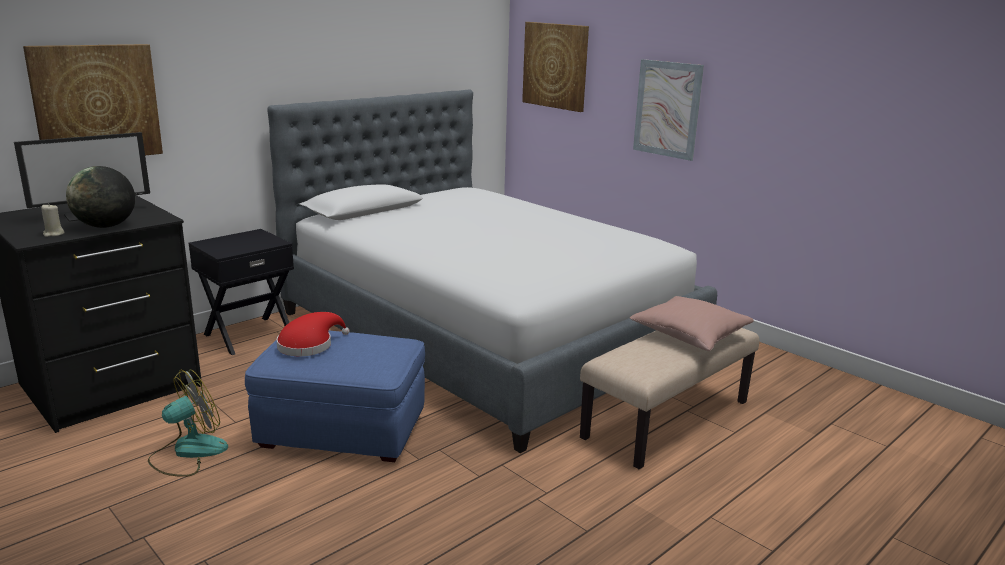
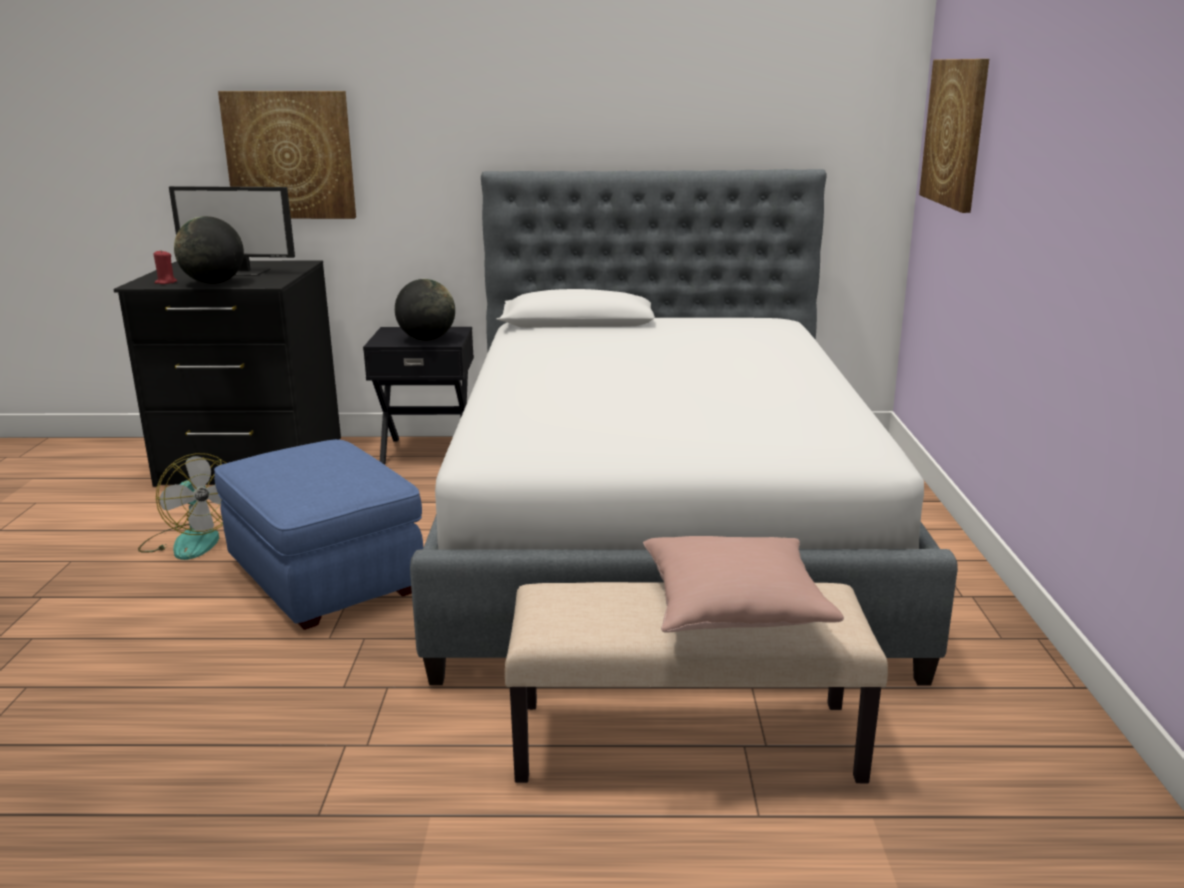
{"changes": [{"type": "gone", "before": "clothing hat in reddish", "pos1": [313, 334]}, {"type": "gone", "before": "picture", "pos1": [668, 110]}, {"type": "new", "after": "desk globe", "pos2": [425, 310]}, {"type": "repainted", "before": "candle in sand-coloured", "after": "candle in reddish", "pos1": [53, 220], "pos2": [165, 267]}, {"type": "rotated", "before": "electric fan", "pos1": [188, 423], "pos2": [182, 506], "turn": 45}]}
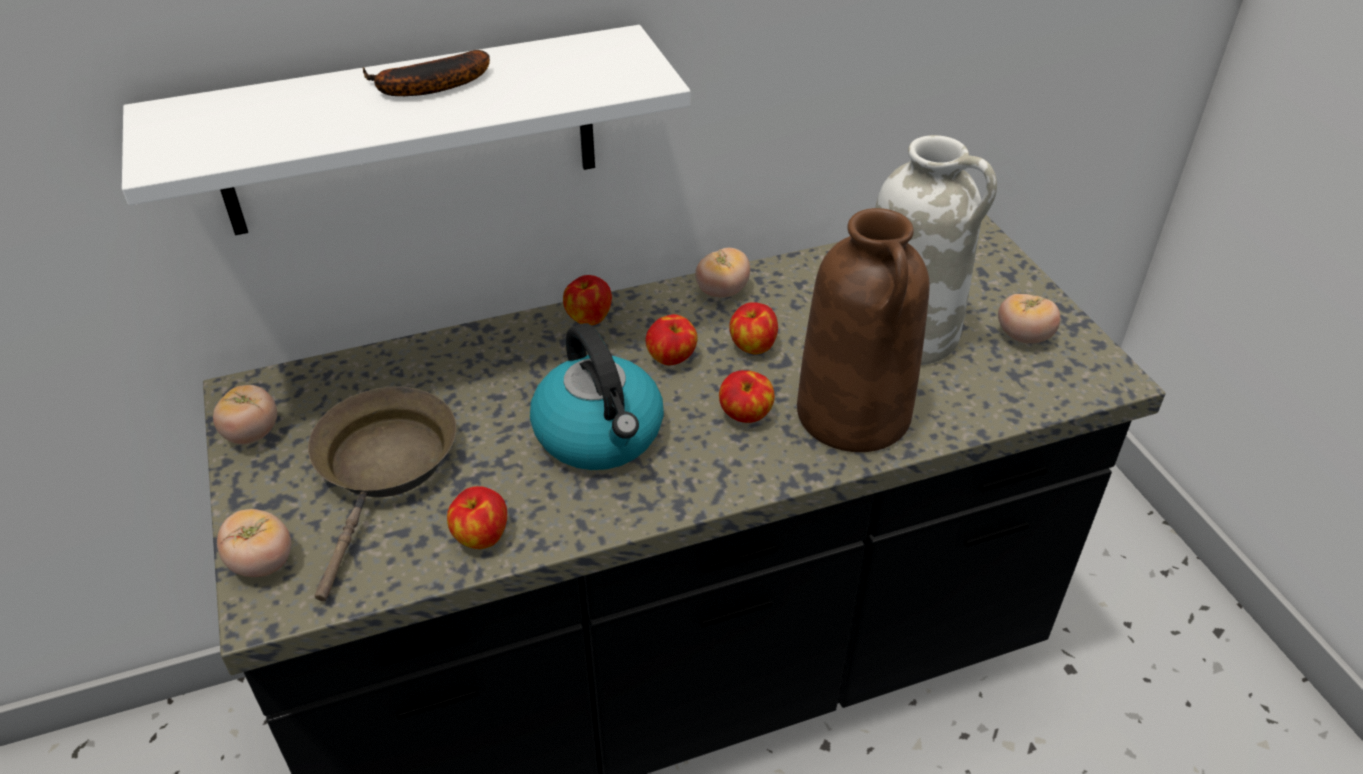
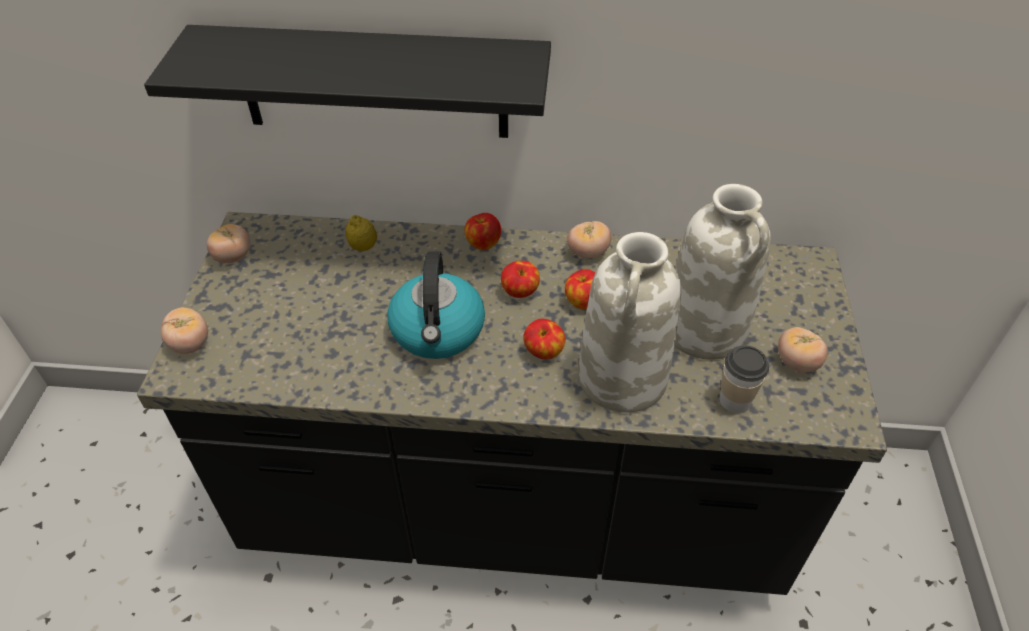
{"changes": [{"type": "gone", "before": "pan in brown", "pos1": [382, 494]}, {"type": "gone", "before": "banana fruit", "pos1": [426, 73]}, {"type": "gone", "before": "apple fruit", "pos1": [477, 517]}, {"type": "new", "after": "lemon", "pos2": [361, 233]}, {"type": "new", "after": "small cup", "pos2": [744, 379]}, {"type": "repainted", "before": "shelf in white", "after": "shelf in black", "pos1": [406, 130], "pos2": [347, 81]}, {"type": "repainted", "before": "decorative vase in brown", "after": "decorative vase in white", "pos1": [863, 330], "pos2": [629, 322]}]}
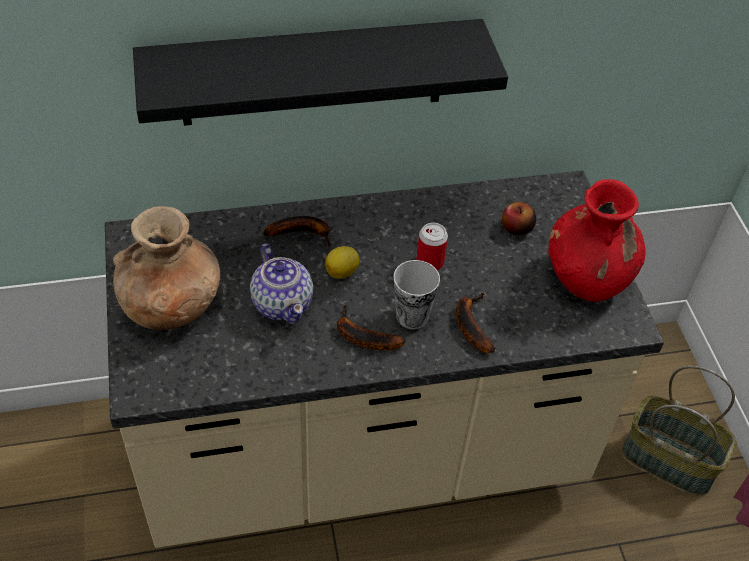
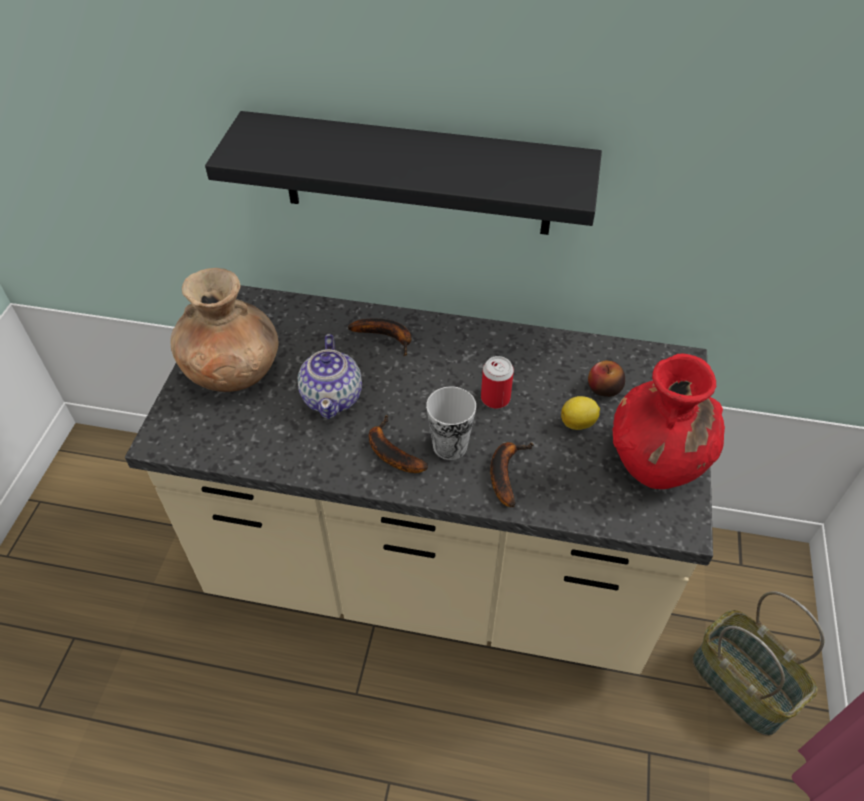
{"changes": [{"type": "shifted", "before": "lemon", "pos1": [342, 262], "pos2": [580, 413]}]}
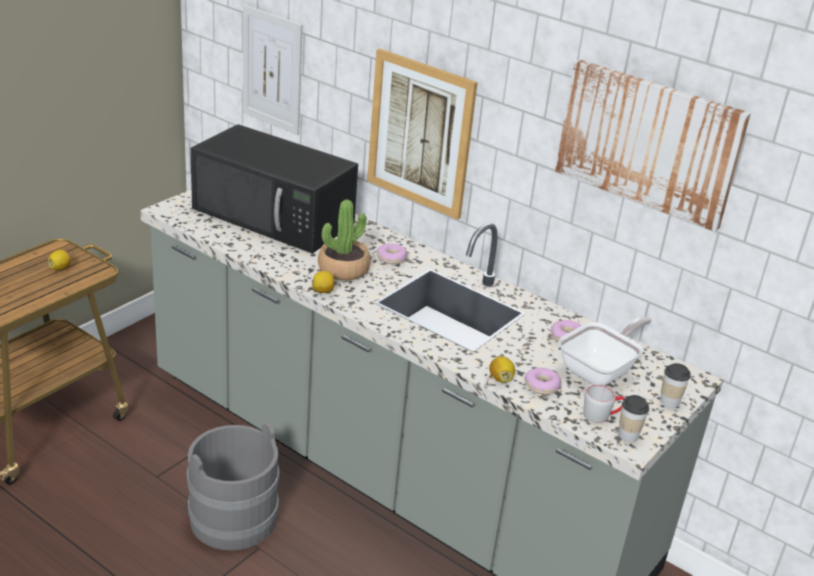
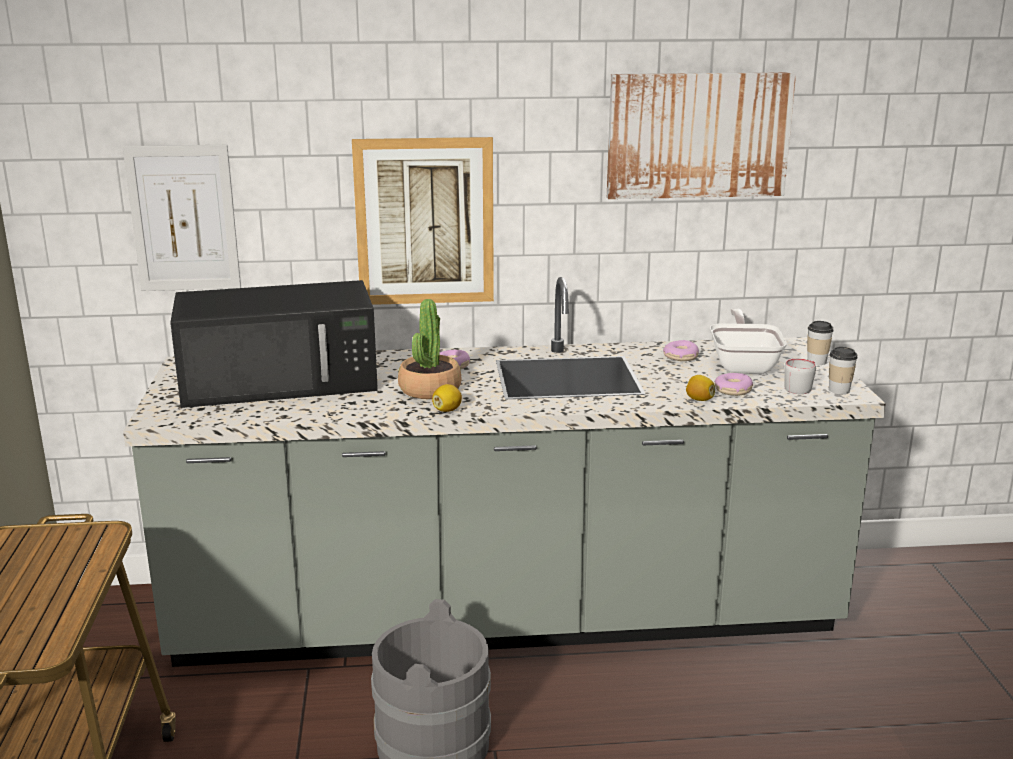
{"changes": [{"type": "gone", "before": "lemon", "pos1": [59, 260]}]}
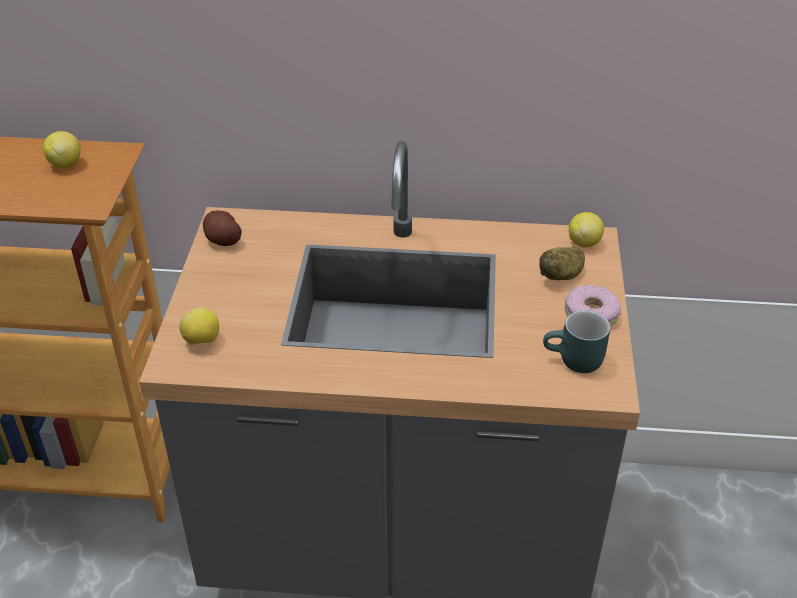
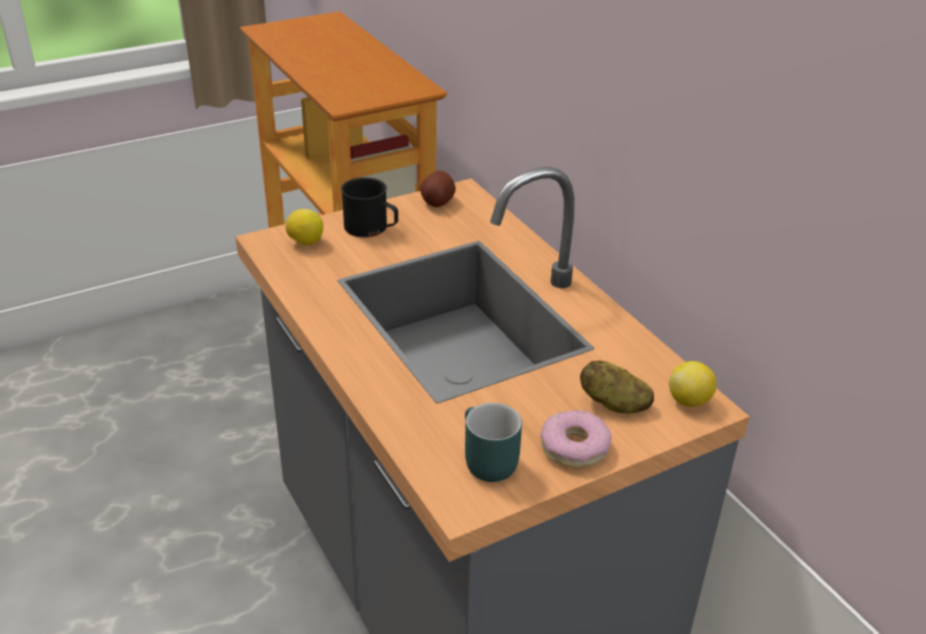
{"changes": [{"type": "gone", "before": "lemon", "pos1": [62, 149]}, {"type": "new", "after": "coffee mug in black", "pos2": [369, 207]}]}
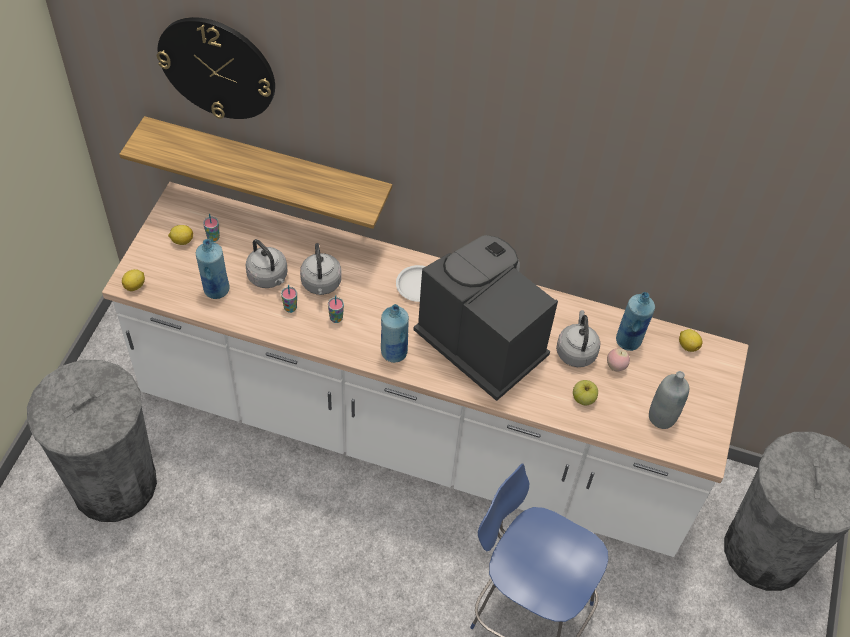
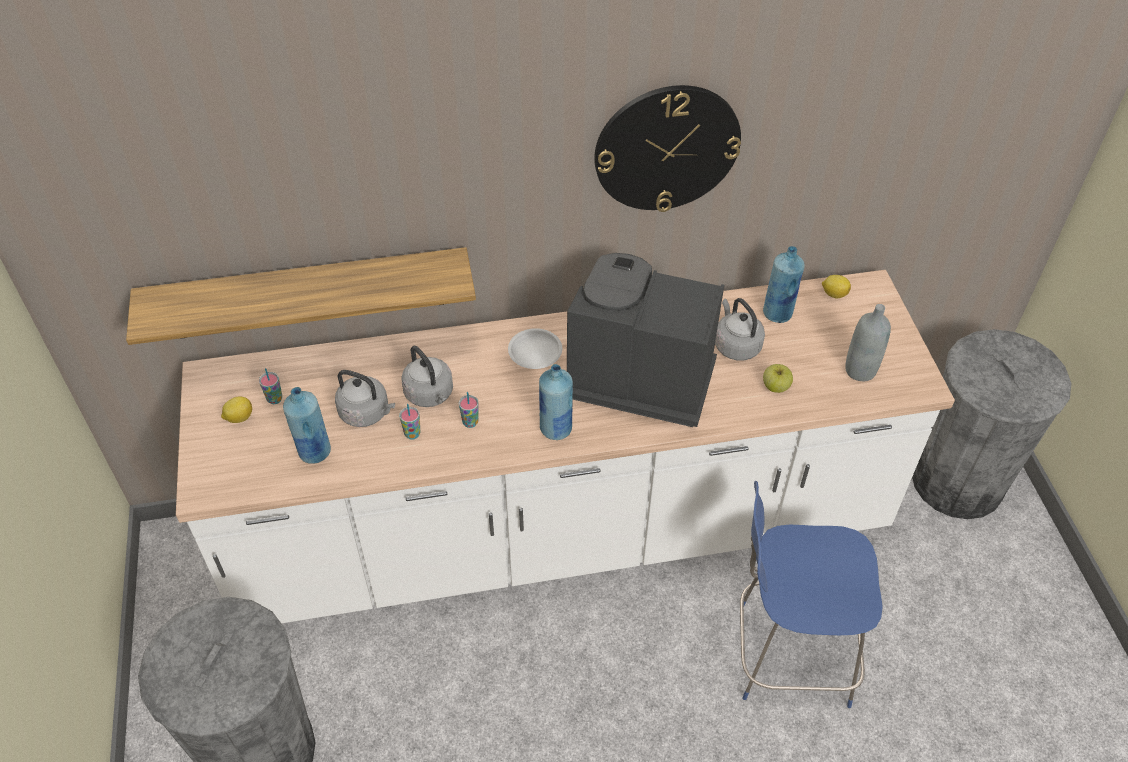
{"changes": [{"type": "gone", "before": "lemon", "pos1": [133, 280]}, {"type": "gone", "before": "apple fruit", "pos1": [618, 359]}, {"type": "shifted", "before": "clock on the wall", "pos1": [216, 68], "pos2": [667, 148]}]}
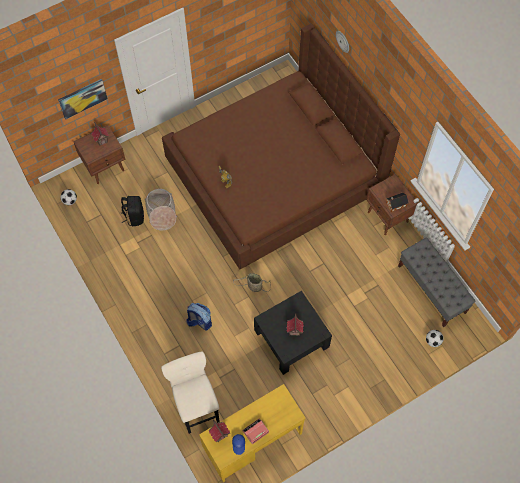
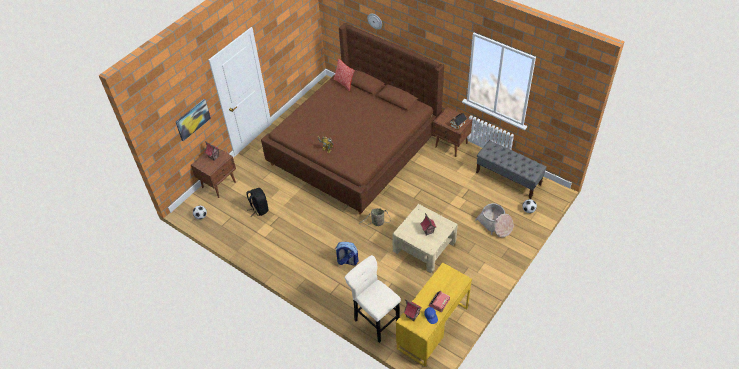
{"changes": [{"type": "new", "after": "cushion", "pos2": [344, 75]}, {"type": "shifted", "before": "household basket", "pos1": [161, 210], "pos2": [494, 220]}, {"type": "repainted", "before": "low table in black", "after": "low table in sand-coloured", "pos1": [293, 333], "pos2": [425, 238]}]}
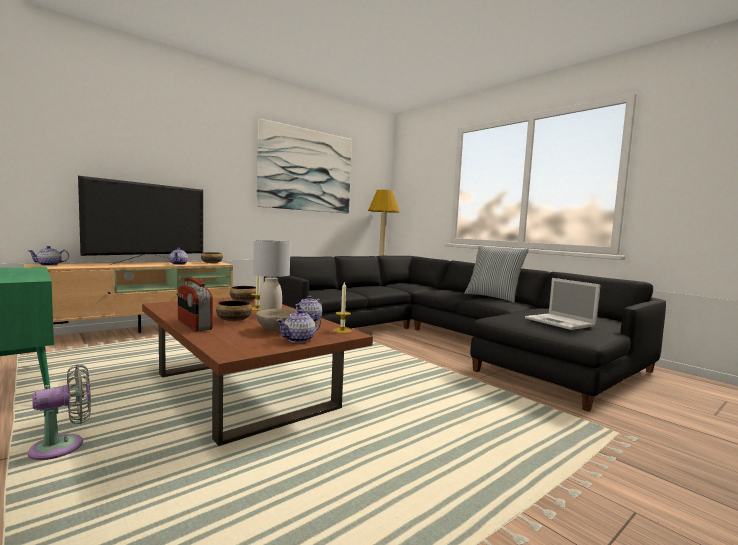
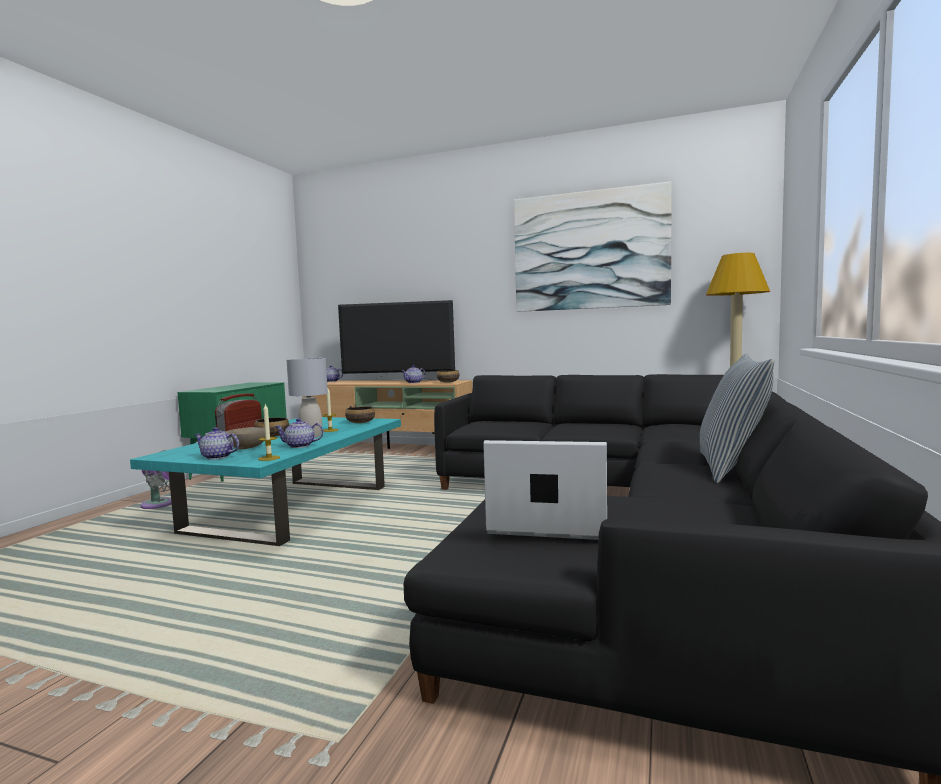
{"changes": [{"type": "repainted", "before": "low table in brown", "after": "low table in turquoise", "pos1": [257, 371], "pos2": [265, 481]}, {"type": "rotated", "before": "portable computer", "pos1": [563, 304], "pos2": [545, 490], "turn": 75}]}
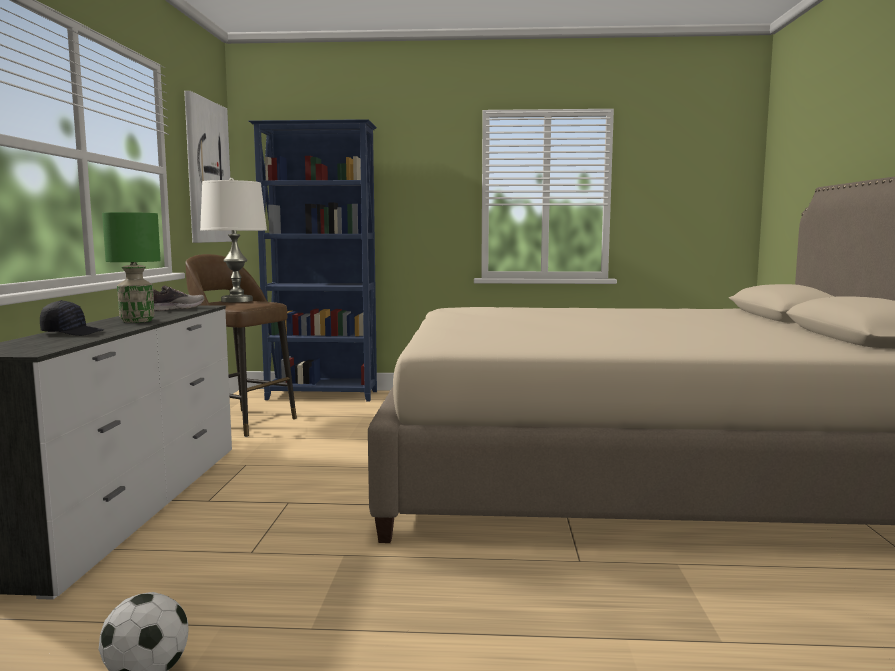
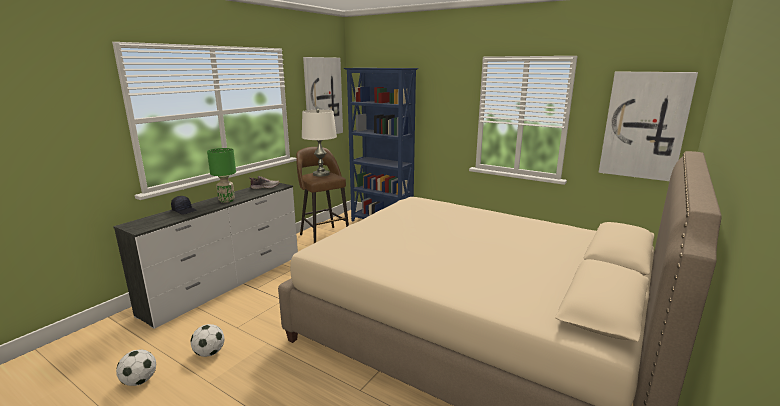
{"changes": [{"type": "new", "after": "football ball", "pos2": [207, 340]}, {"type": "new", "after": "picture", "pos2": [648, 126]}]}
